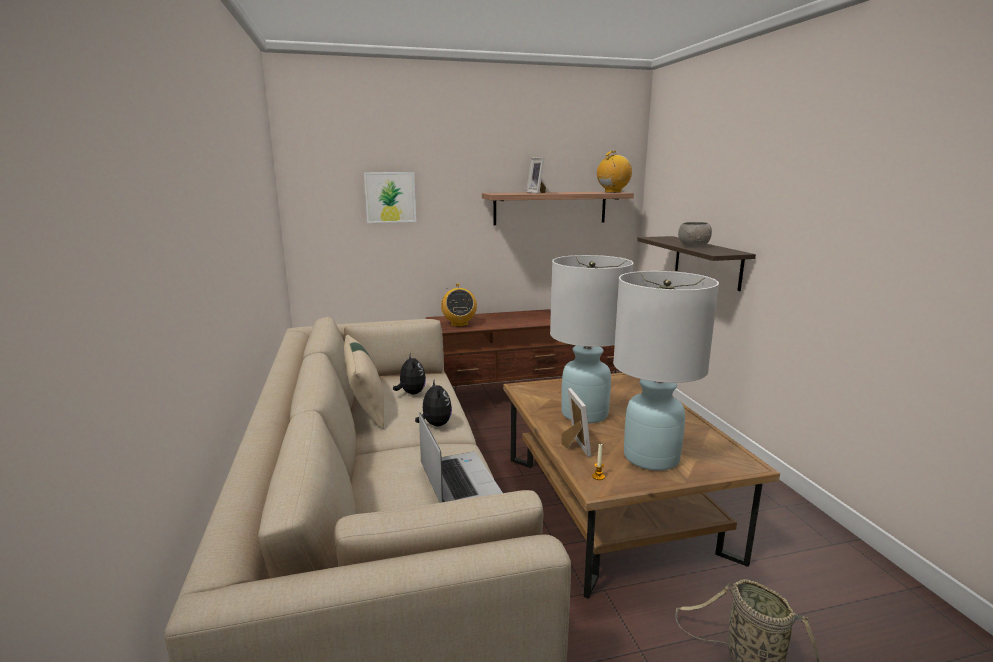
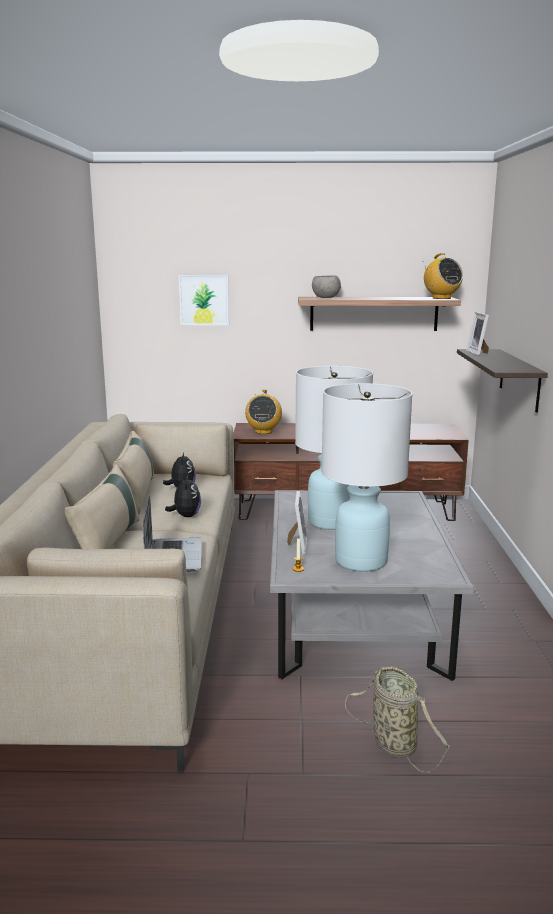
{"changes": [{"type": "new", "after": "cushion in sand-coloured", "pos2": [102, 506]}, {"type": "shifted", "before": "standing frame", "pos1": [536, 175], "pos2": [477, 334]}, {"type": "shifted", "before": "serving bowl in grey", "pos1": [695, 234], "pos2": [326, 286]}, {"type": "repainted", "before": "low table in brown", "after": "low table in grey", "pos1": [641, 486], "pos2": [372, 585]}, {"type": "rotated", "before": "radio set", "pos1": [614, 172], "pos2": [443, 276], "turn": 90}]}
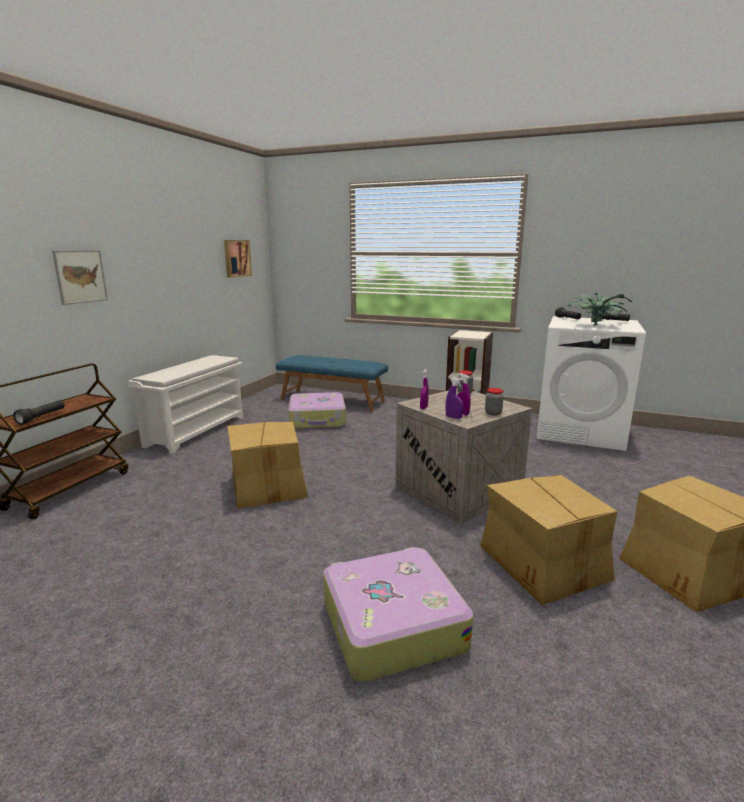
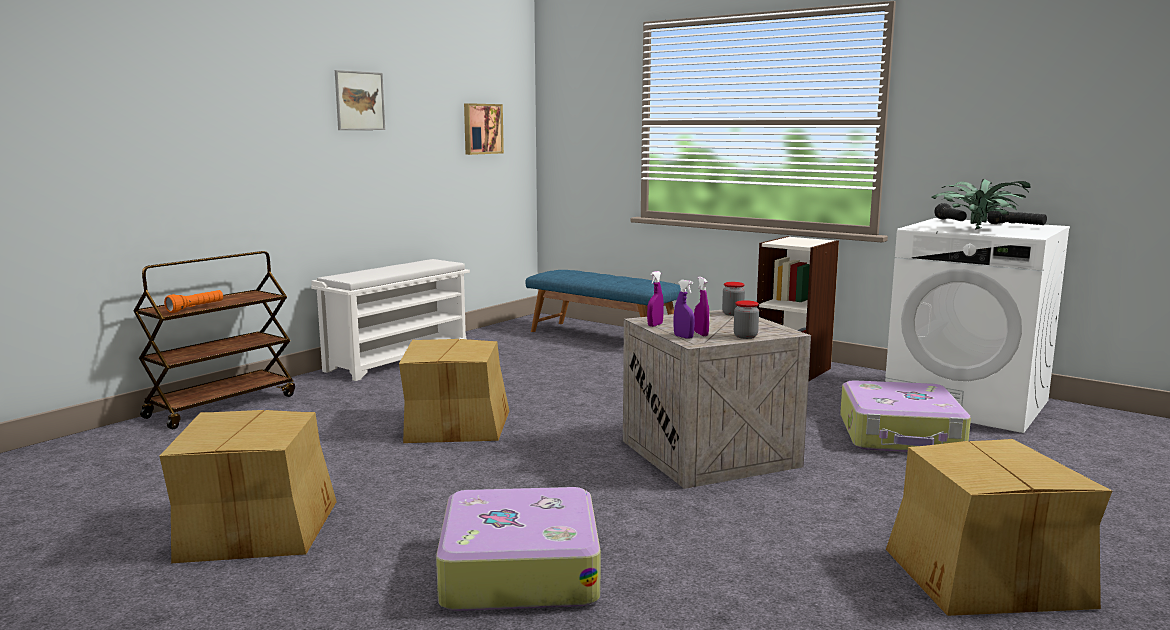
{"changes": [{"type": "shifted", "before": "picture", "pos1": [80, 277], "pos2": [360, 100]}, {"type": "shifted", "before": "suitcase", "pos1": [317, 410], "pos2": [905, 416]}, {"type": "shifted", "before": "carton", "pos1": [549, 540], "pos2": [248, 486]}, {"type": "repainted", "before": "flashlight in black", "after": "flashlight in orange", "pos1": [39, 412], "pos2": [193, 301]}]}
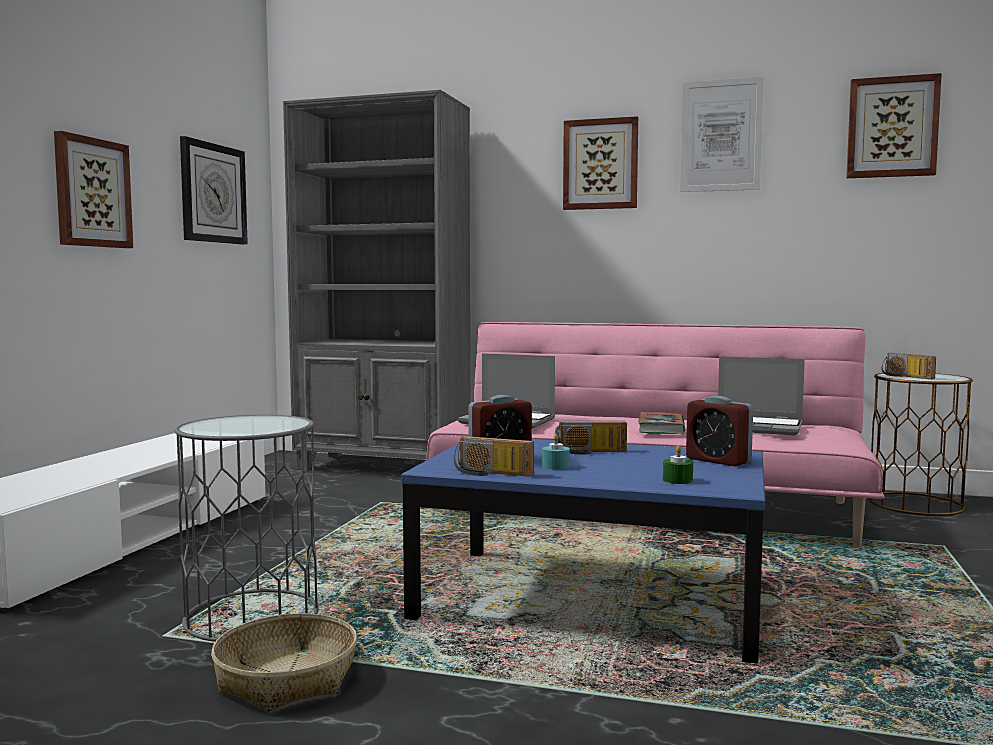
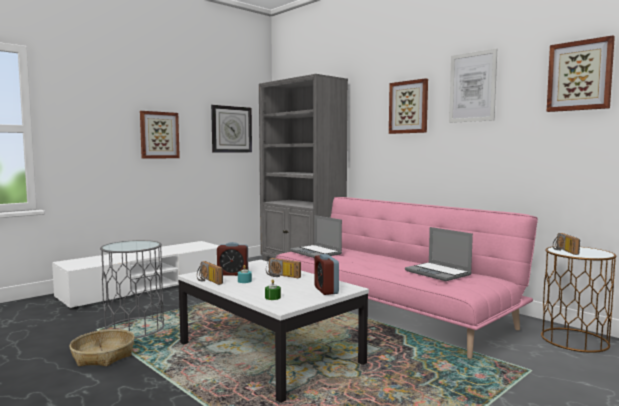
{"changes": [{"type": "gone", "before": "volume", "pos1": [661, 423]}, {"type": "repainted", "before": "low table in bluish", "after": "low table in white", "pos1": [583, 551], "pos2": [273, 331]}]}
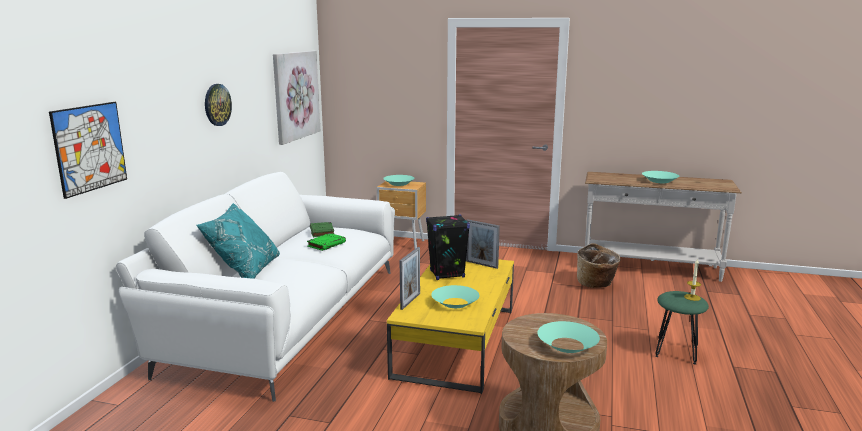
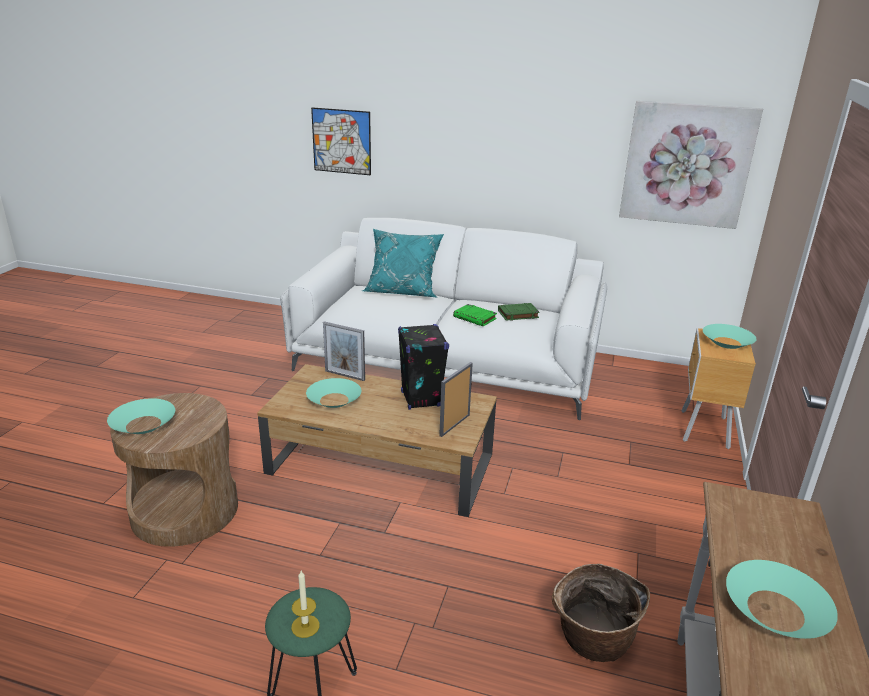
{"changes": [{"type": "gone", "before": "clock on the wall", "pos1": [218, 105]}, {"type": "repainted", "before": "low table in yellowish", "after": "low table in brown", "pos1": [450, 327], "pos2": [377, 440]}]}
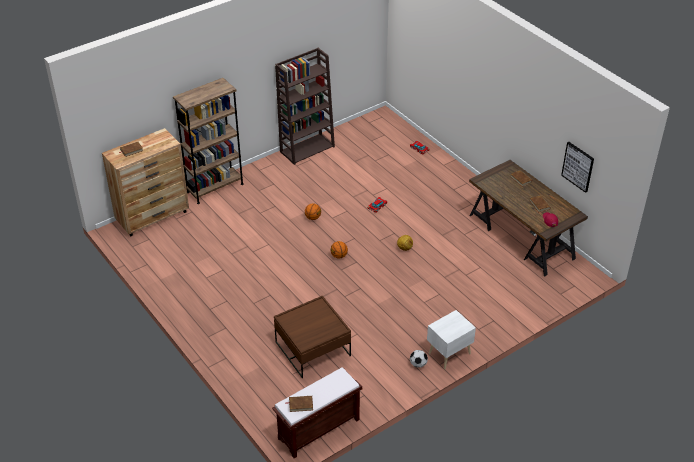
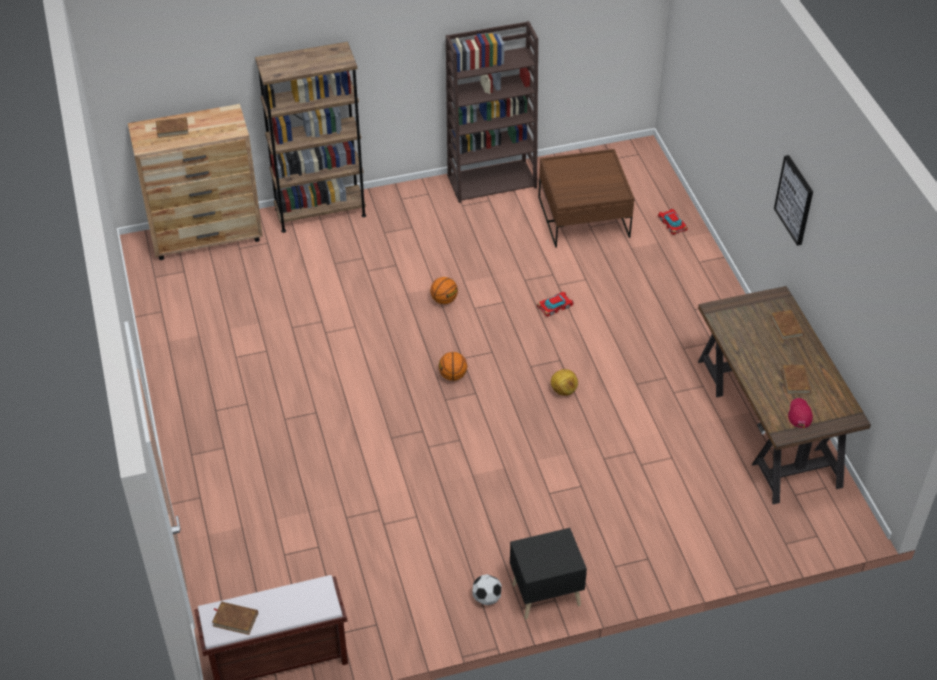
{"changes": [{"type": "shifted", "before": "low table in brown", "pos1": [312, 336], "pos2": [586, 198]}, {"type": "shifted", "before": "picture", "pos1": [577, 167], "pos2": [793, 200]}, {"type": "repainted", "before": "night table in white", "after": "night table in black", "pos1": [451, 339], "pos2": [548, 573]}]}
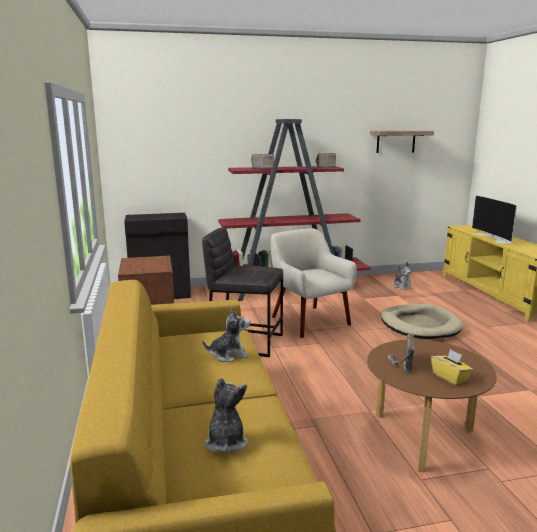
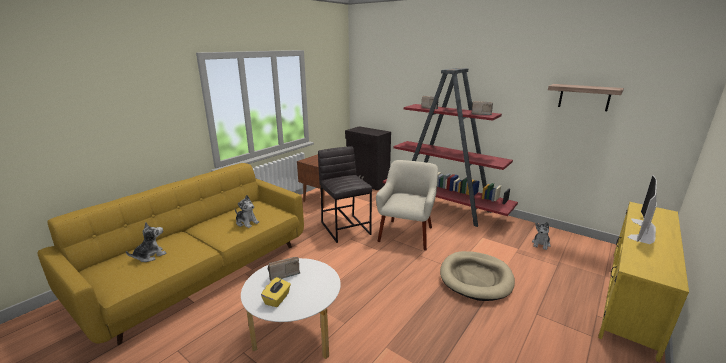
{"changes": [{"type": "repainted", "before": "low table in brown", "after": "low table in white", "pos1": [432, 406], "pos2": [291, 308]}]}
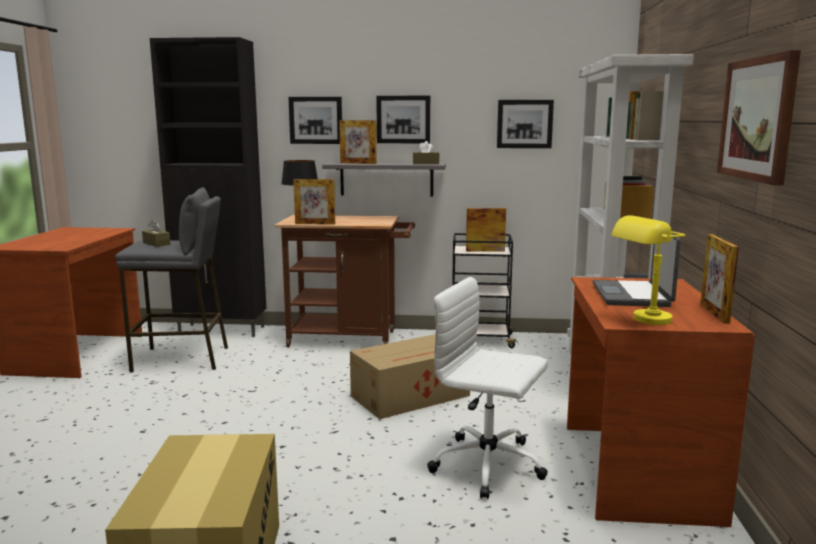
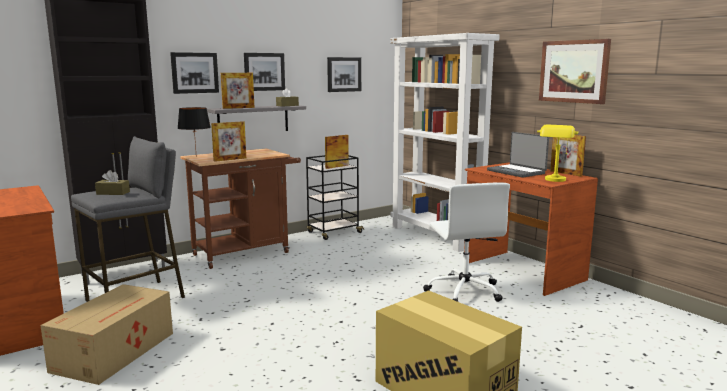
{"changes": [{"type": "shifted", "before": "carton", "pos1": [410, 376], "pos2": [106, 334]}, {"type": "rotated", "before": "desk chair in white", "pos1": [487, 388], "pos2": [466, 242], "turn": -90}]}
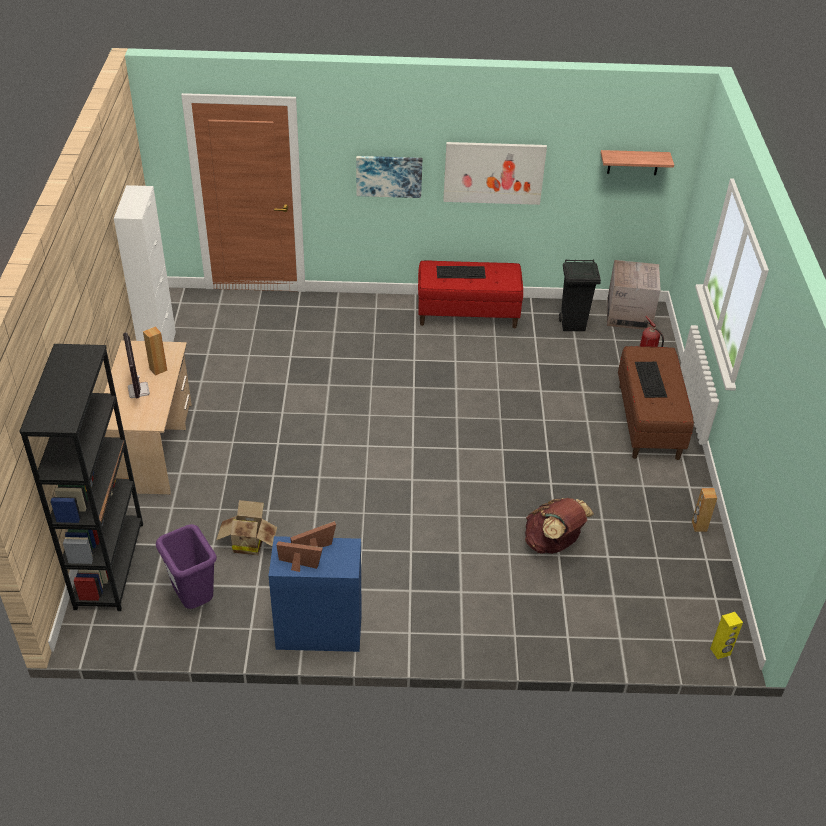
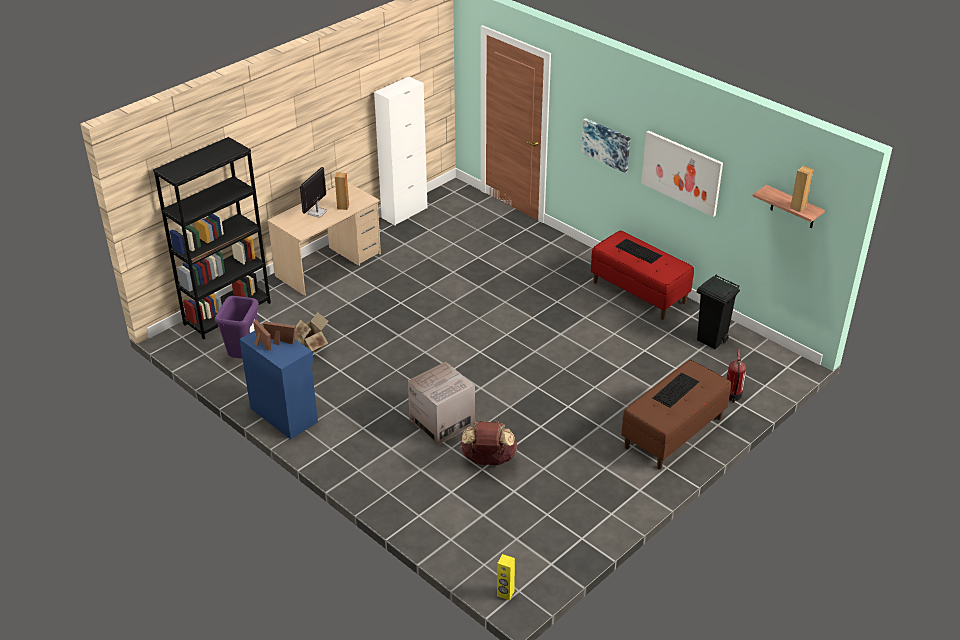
{"changes": [{"type": "shifted", "before": "carton", "pos1": [634, 295], "pos2": [441, 403]}, {"type": "shifted", "before": "loudspeaker in brown", "pos1": [704, 510], "pos2": [801, 189]}]}
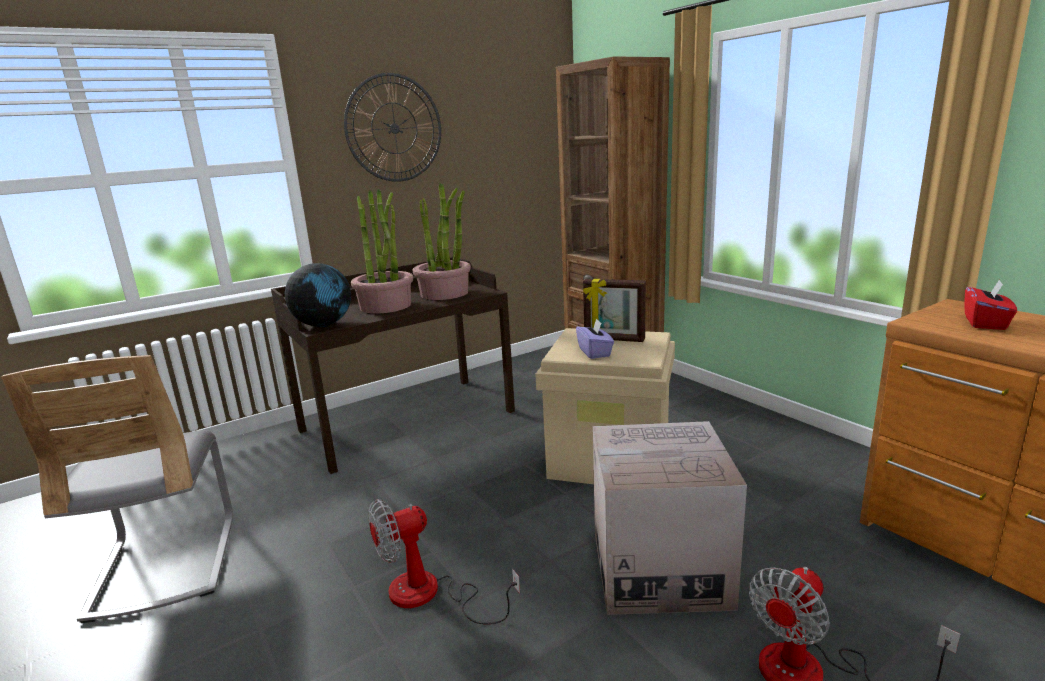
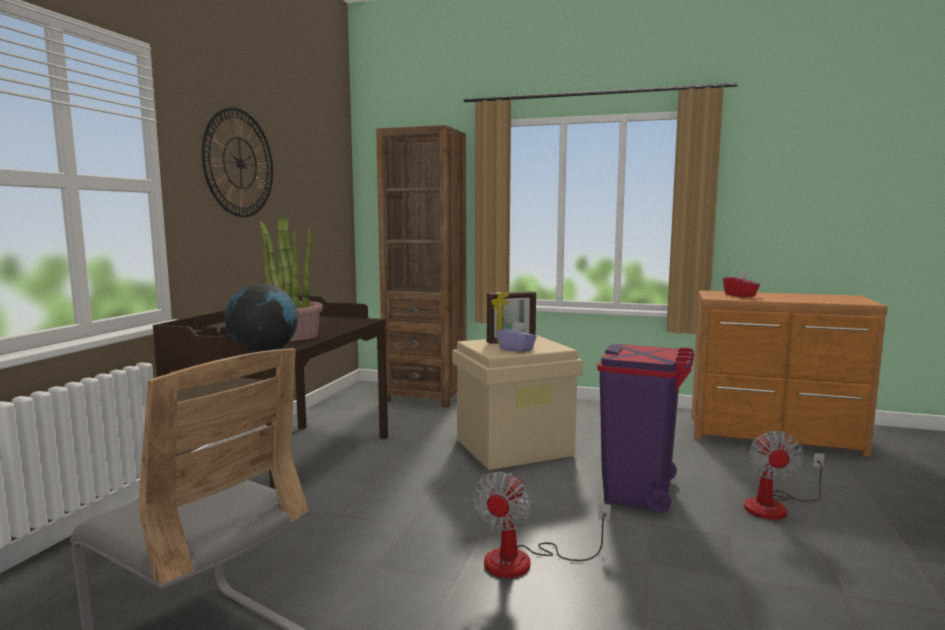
{"changes": [{"type": "gone", "before": "potted plant", "pos1": [441, 241]}, {"type": "swapped", "before": "carton", "after": "trash can in purple", "pos1": [670, 518], "pos2": [646, 428]}]}
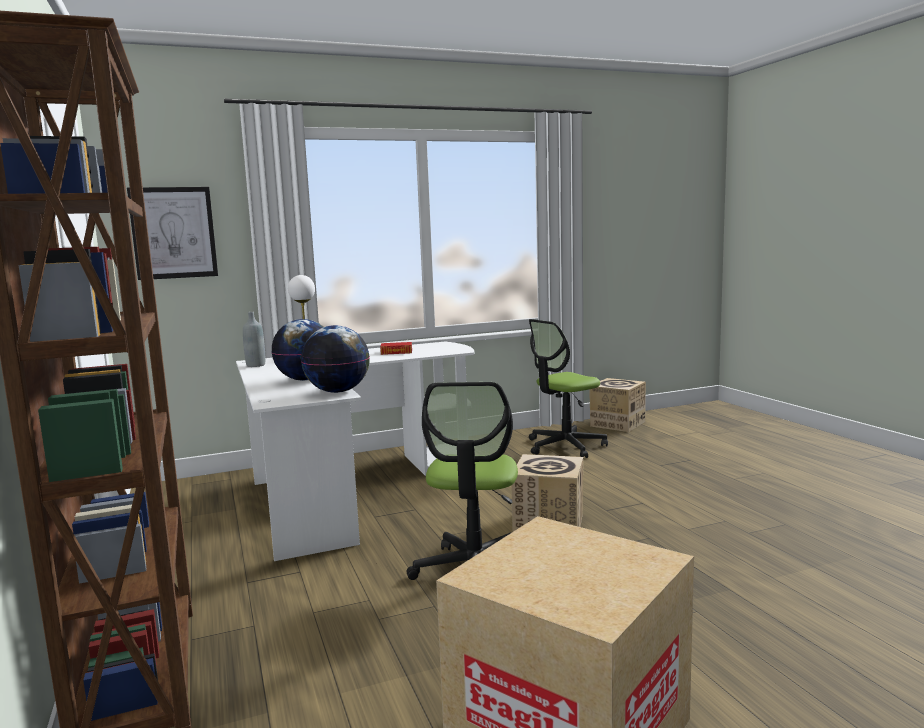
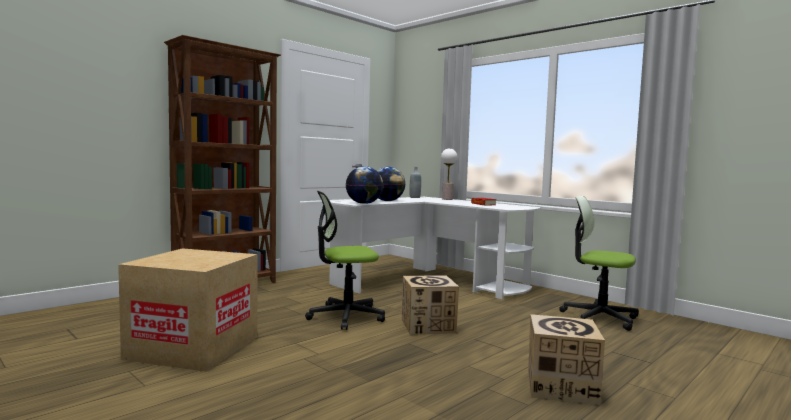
{"changes": [{"type": "gone", "before": "picture", "pos1": [172, 233]}, {"type": "shifted", "before": "carton", "pos1": [617, 405], "pos2": [566, 359]}]}
